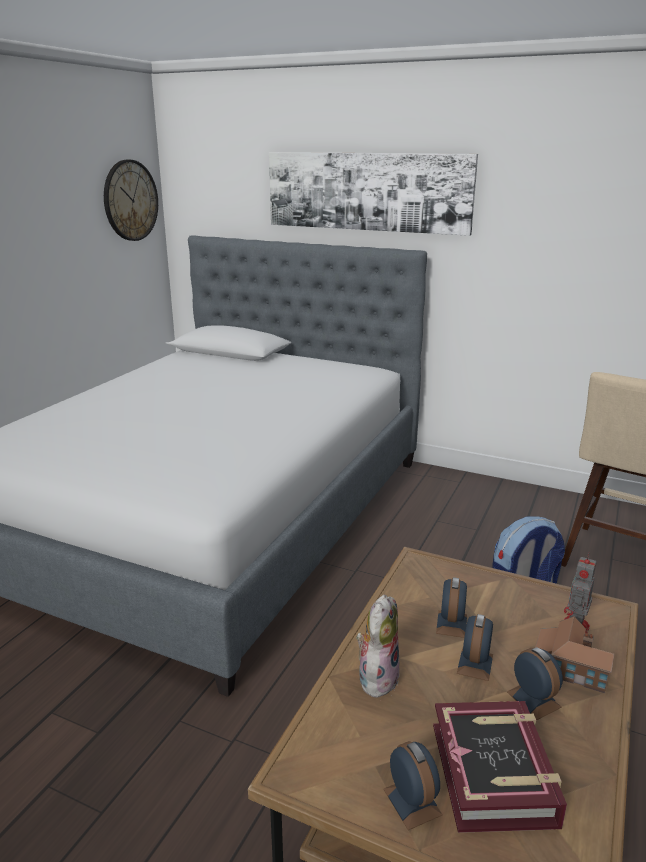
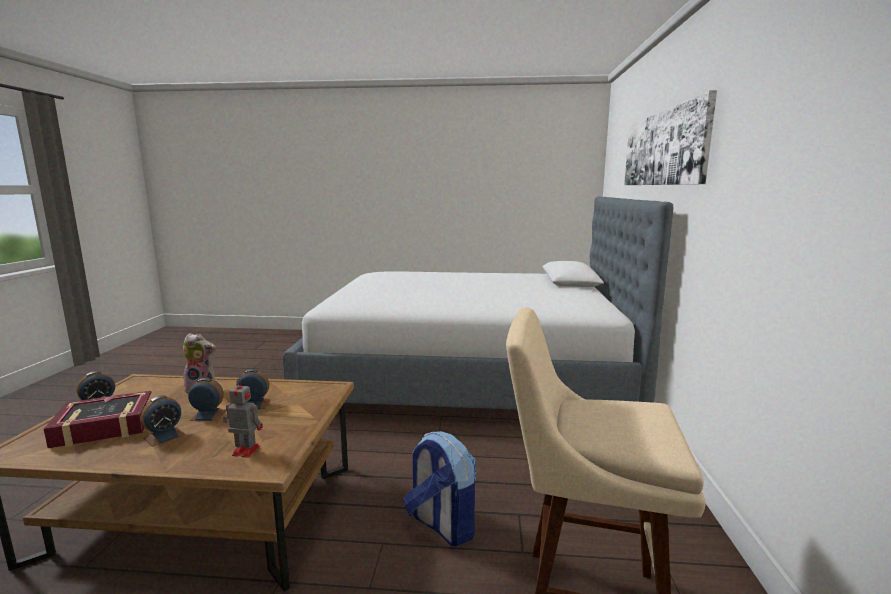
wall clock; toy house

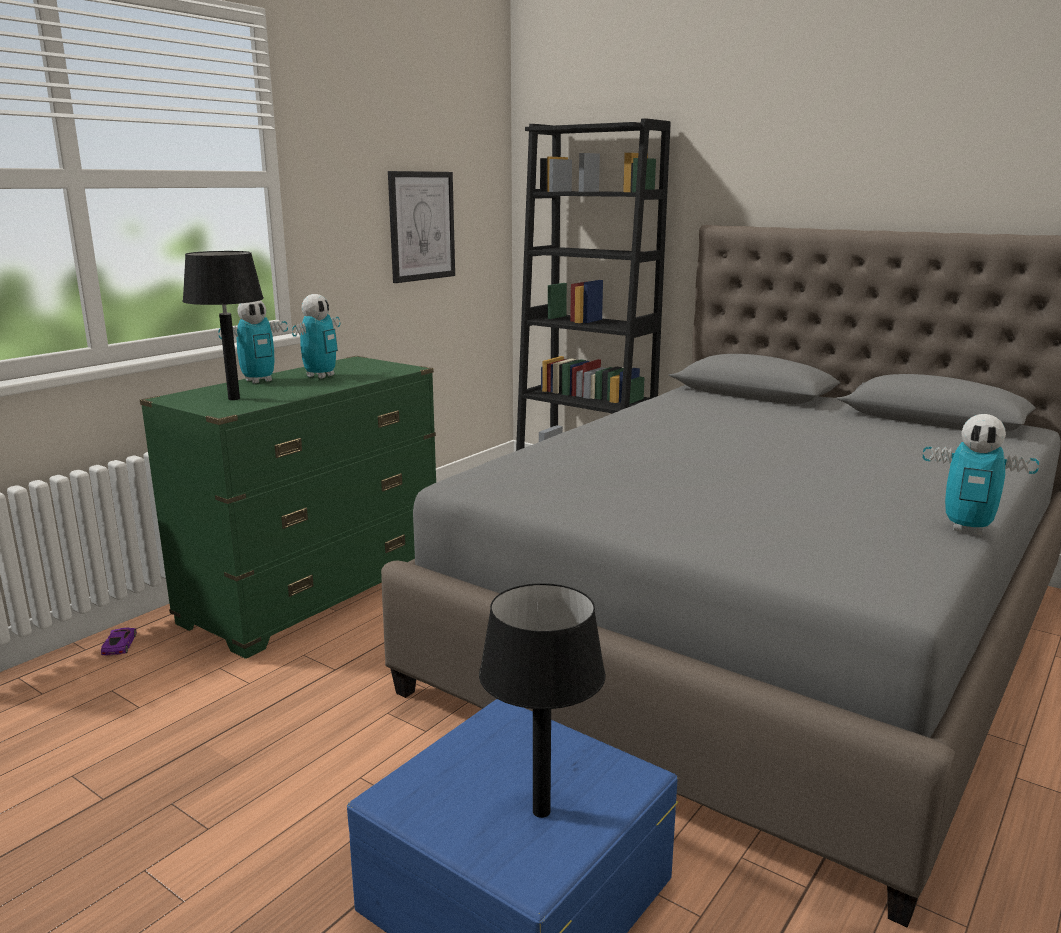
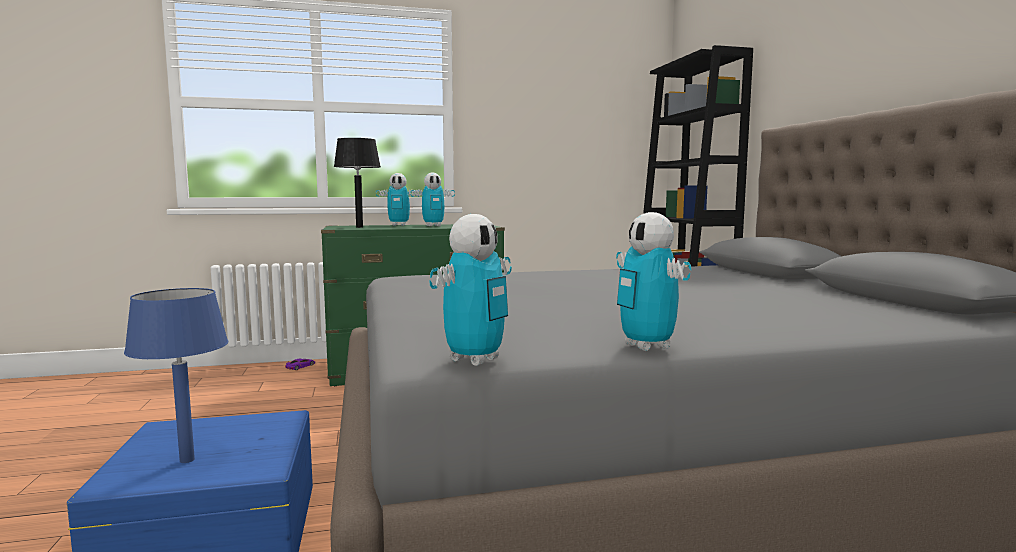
picture; toy robot (3rd from left); blue table lamp

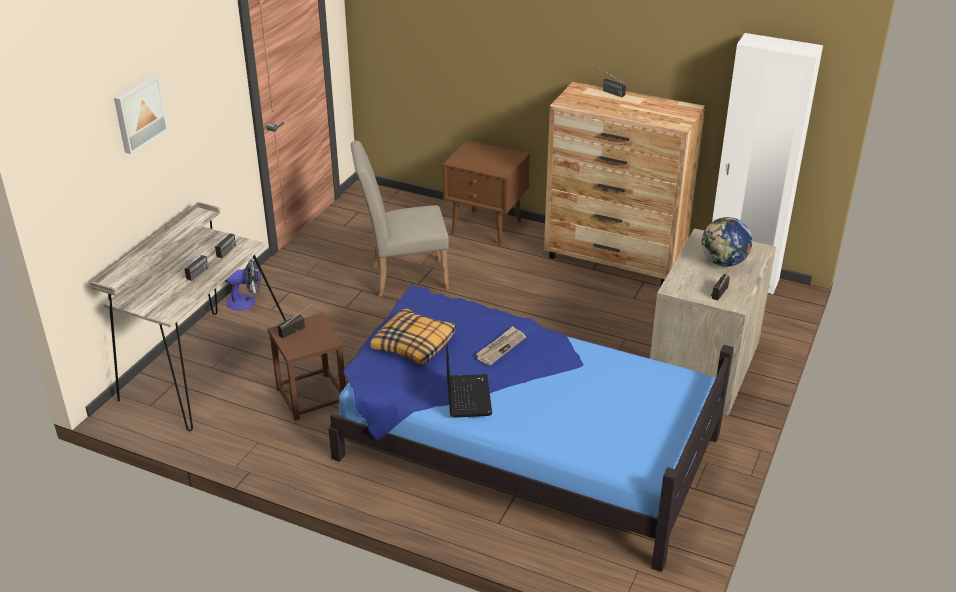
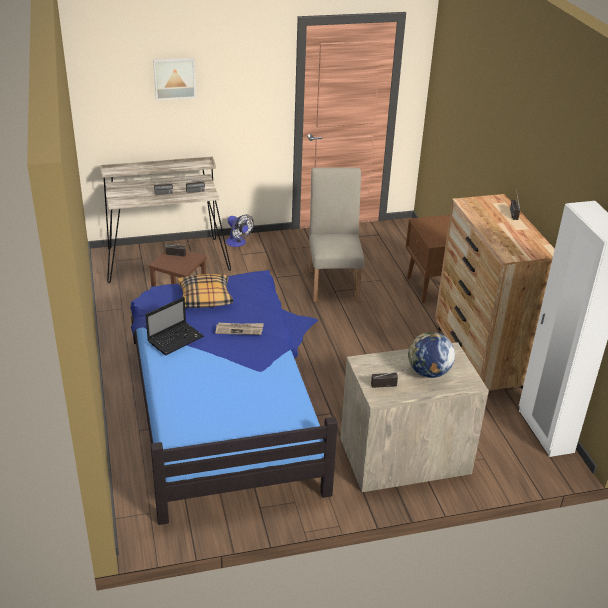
beige chair

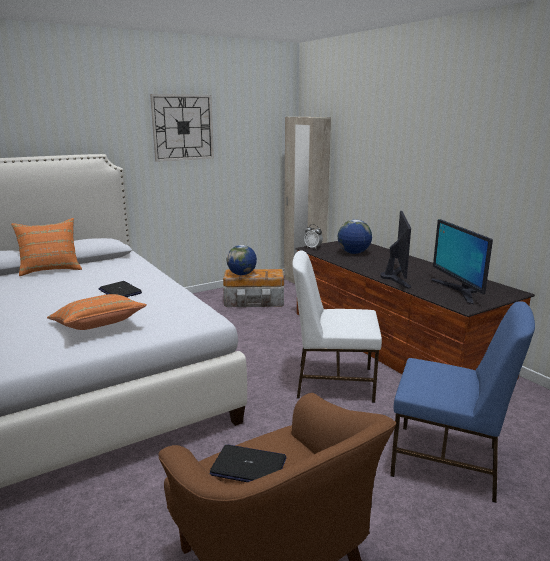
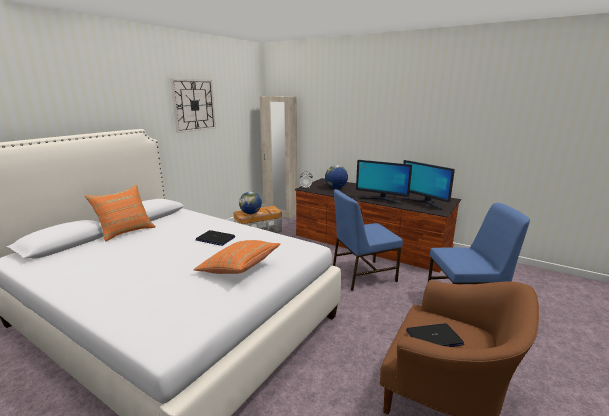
blue chair (1st from left); monitor (1st from left)

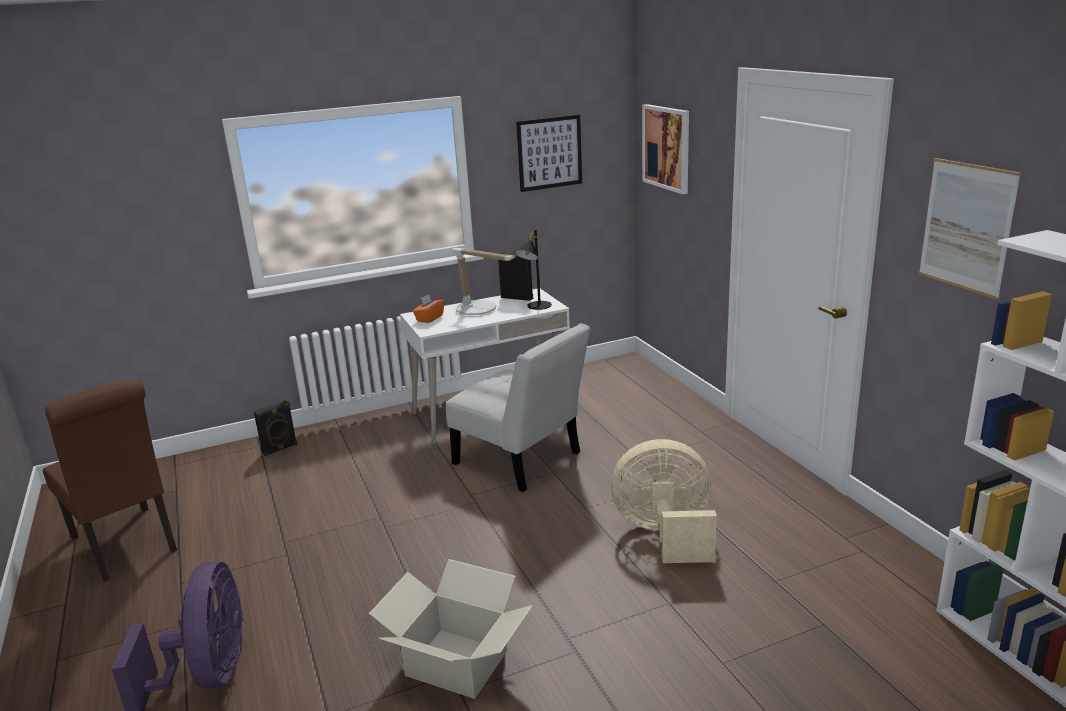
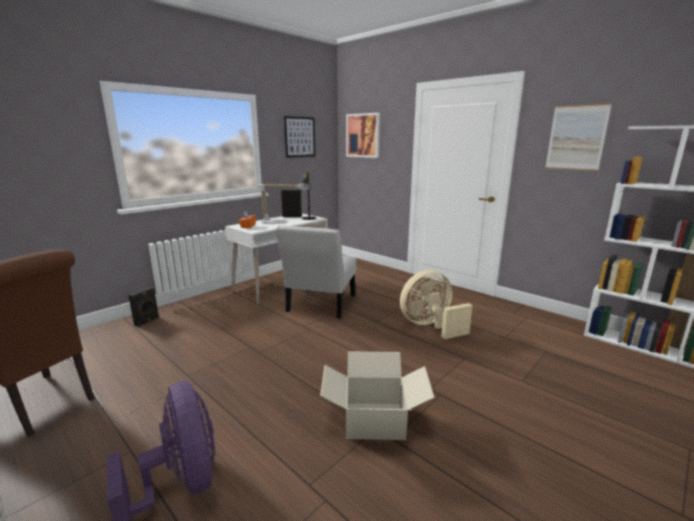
white chair

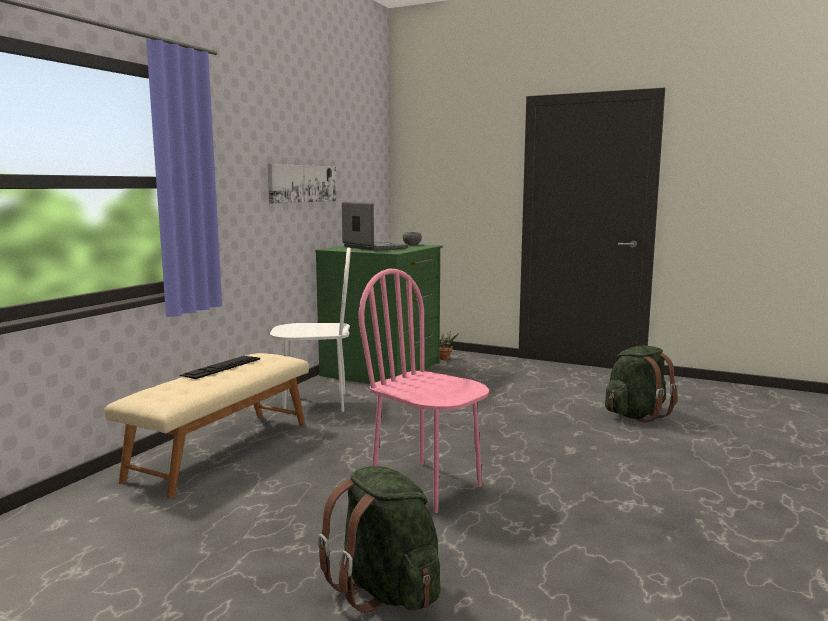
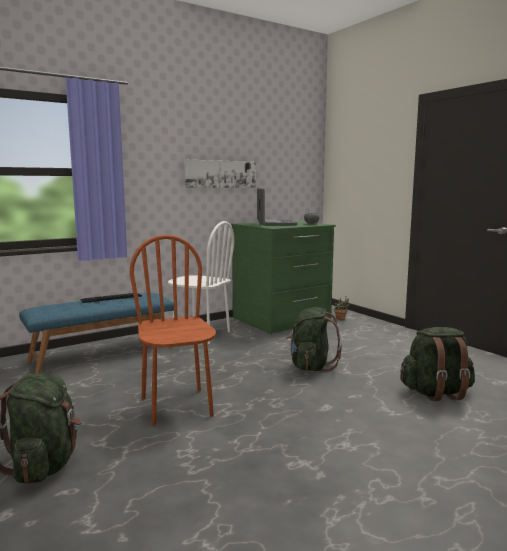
green backpack (2nd from left); blue bench; brown chair

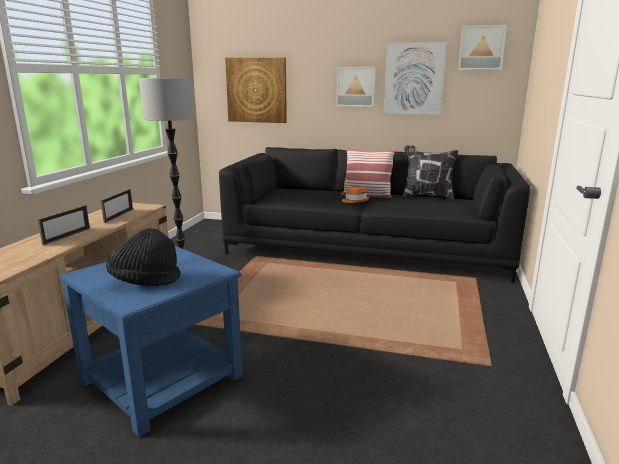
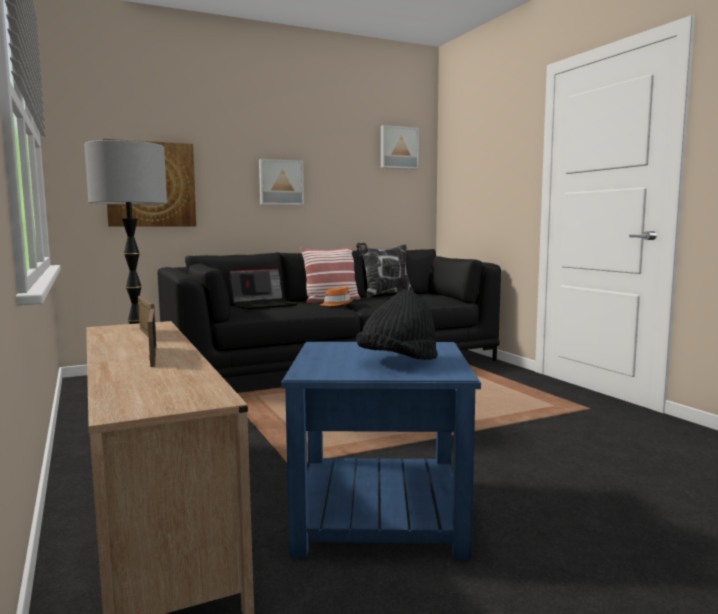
picture (3rd from left in the first image); laptop

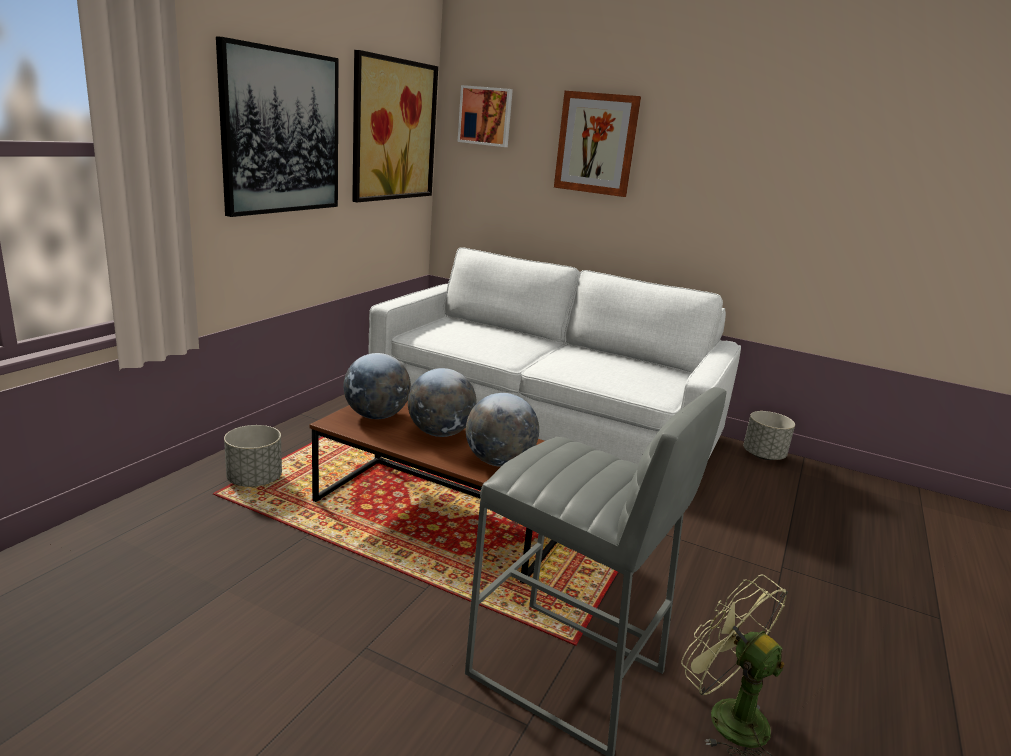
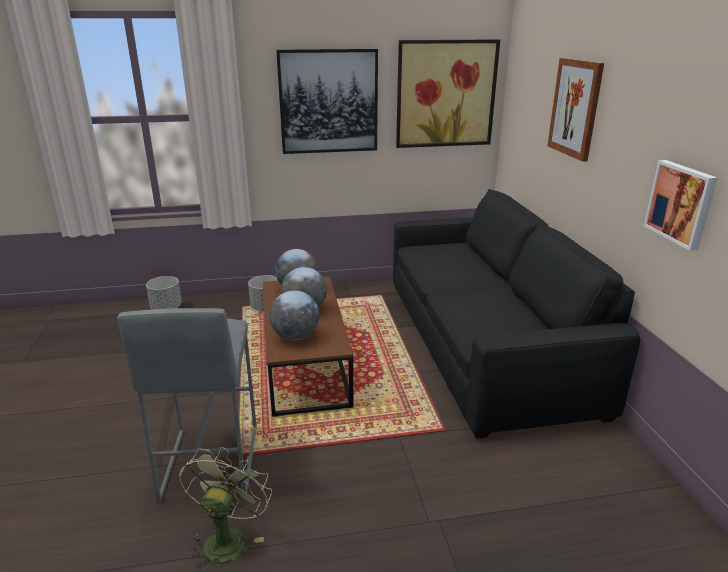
picture (4th from left); grey planter (1st from left); black sofa

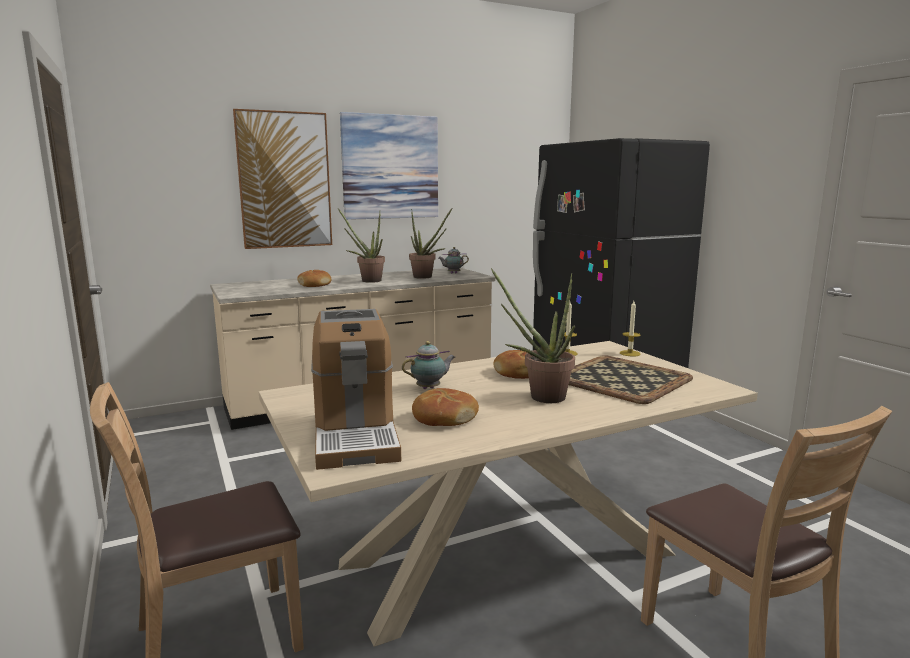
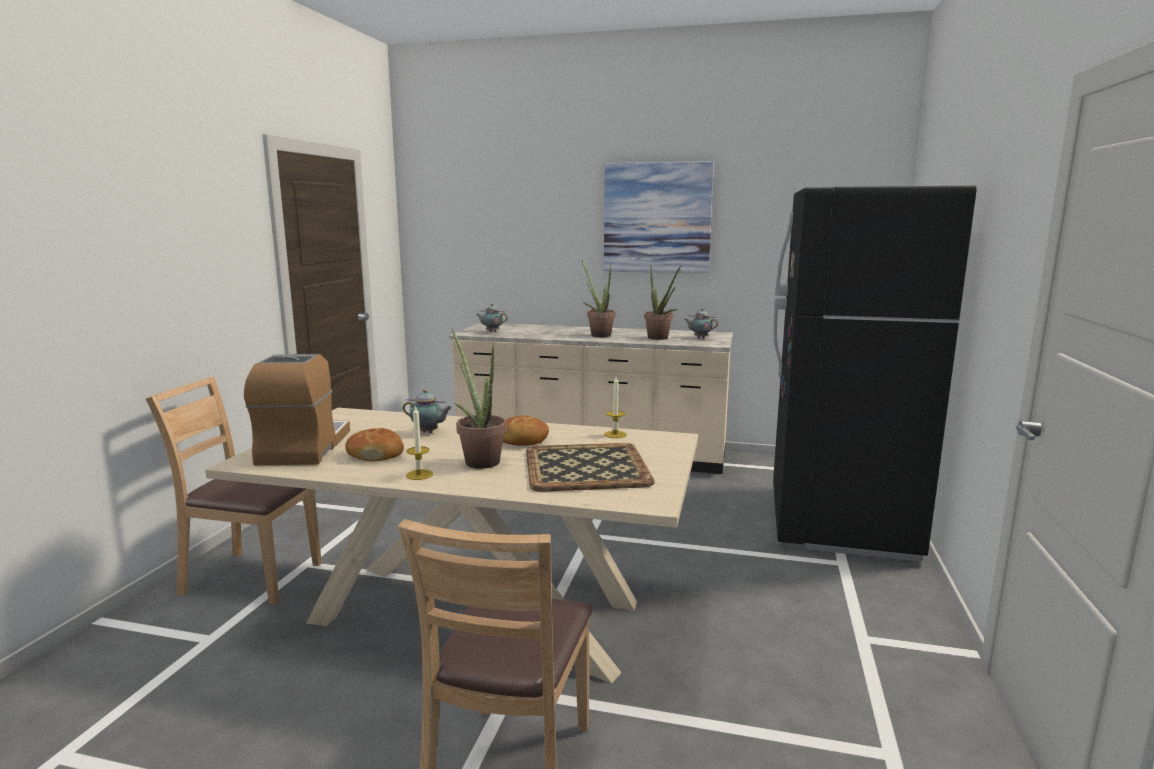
picture (1st from left in the first image); bread (1st from left in the first image); teapot (2nd from left); candle (1st from left); coffee machine

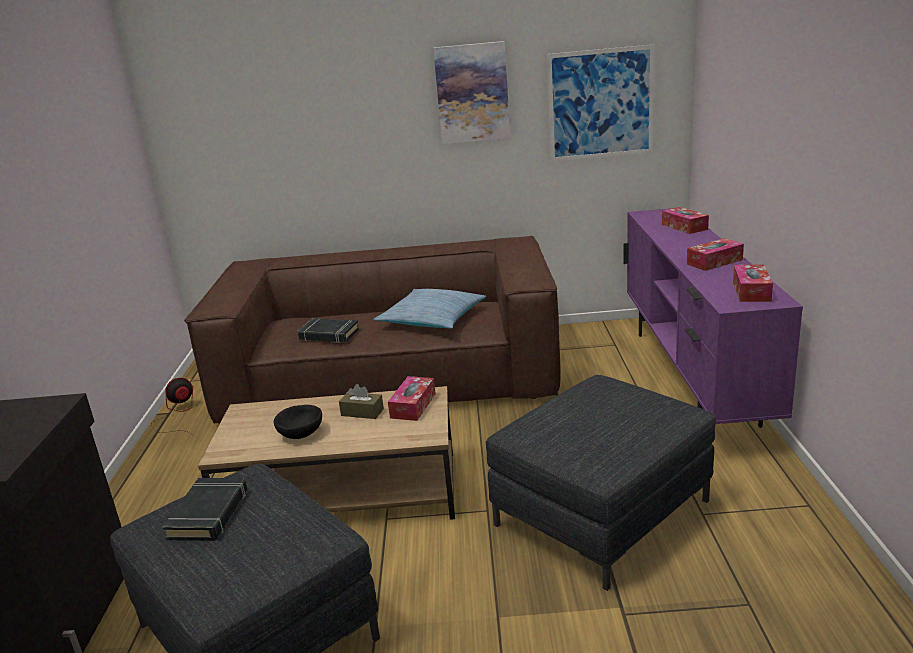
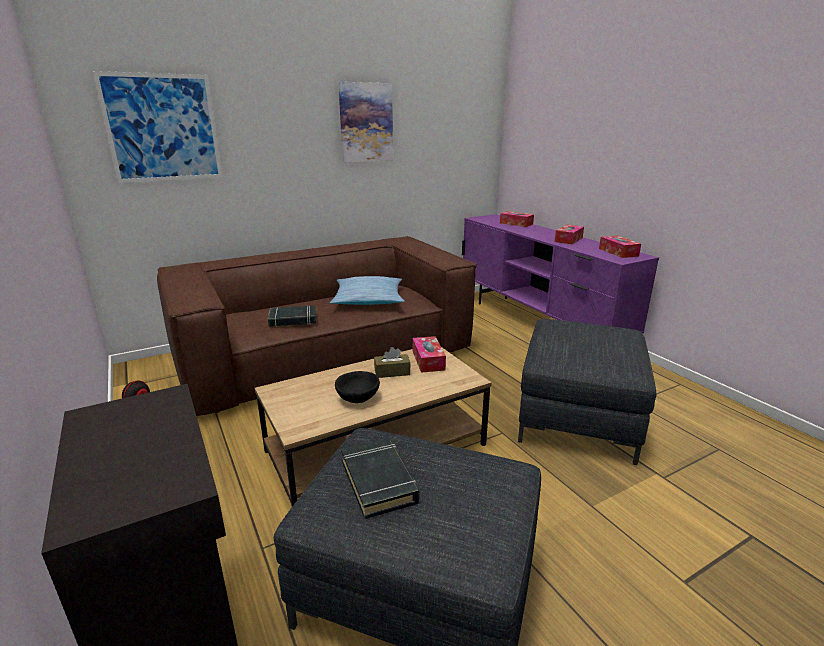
picture (1st from left)

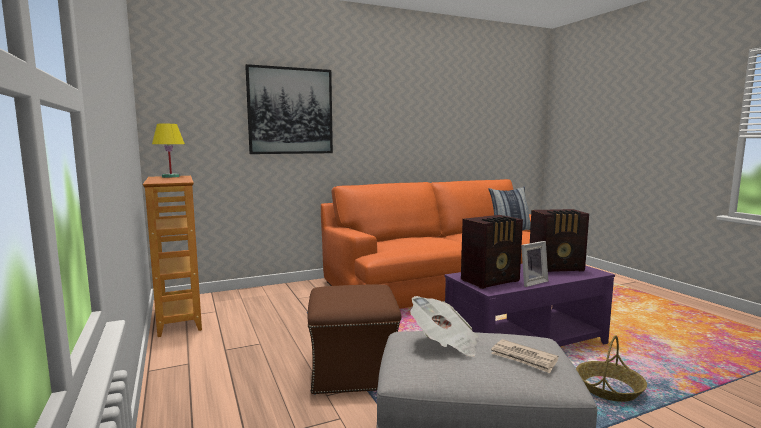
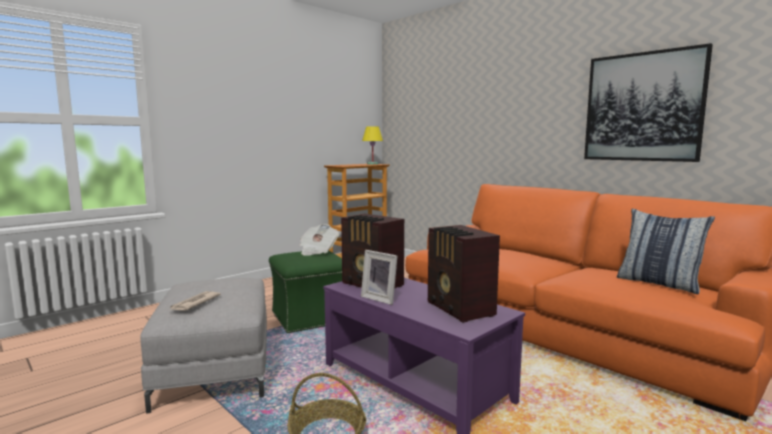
picture; newspaper (2nd from left); green ottoman

